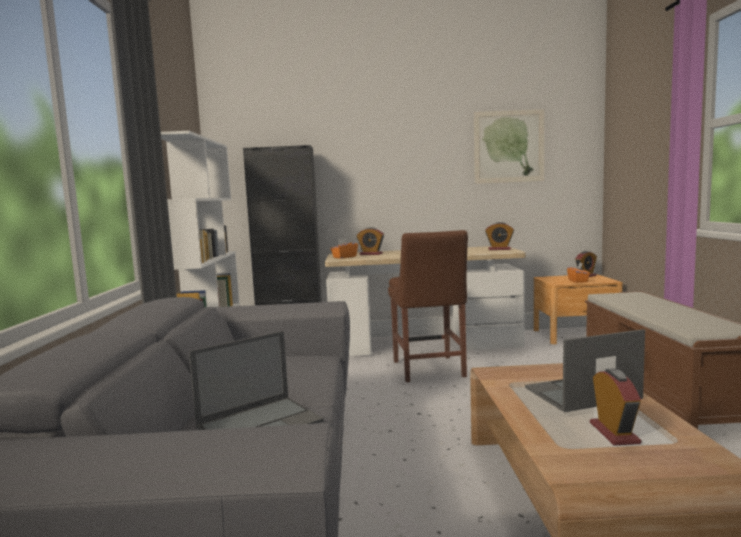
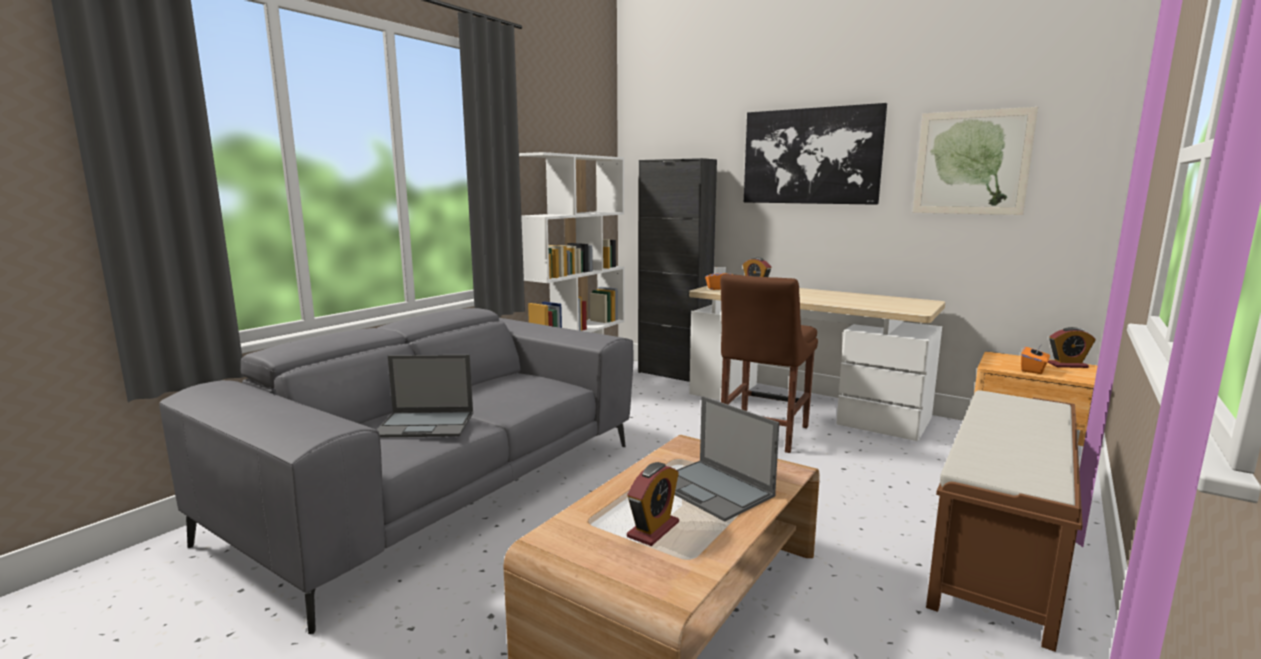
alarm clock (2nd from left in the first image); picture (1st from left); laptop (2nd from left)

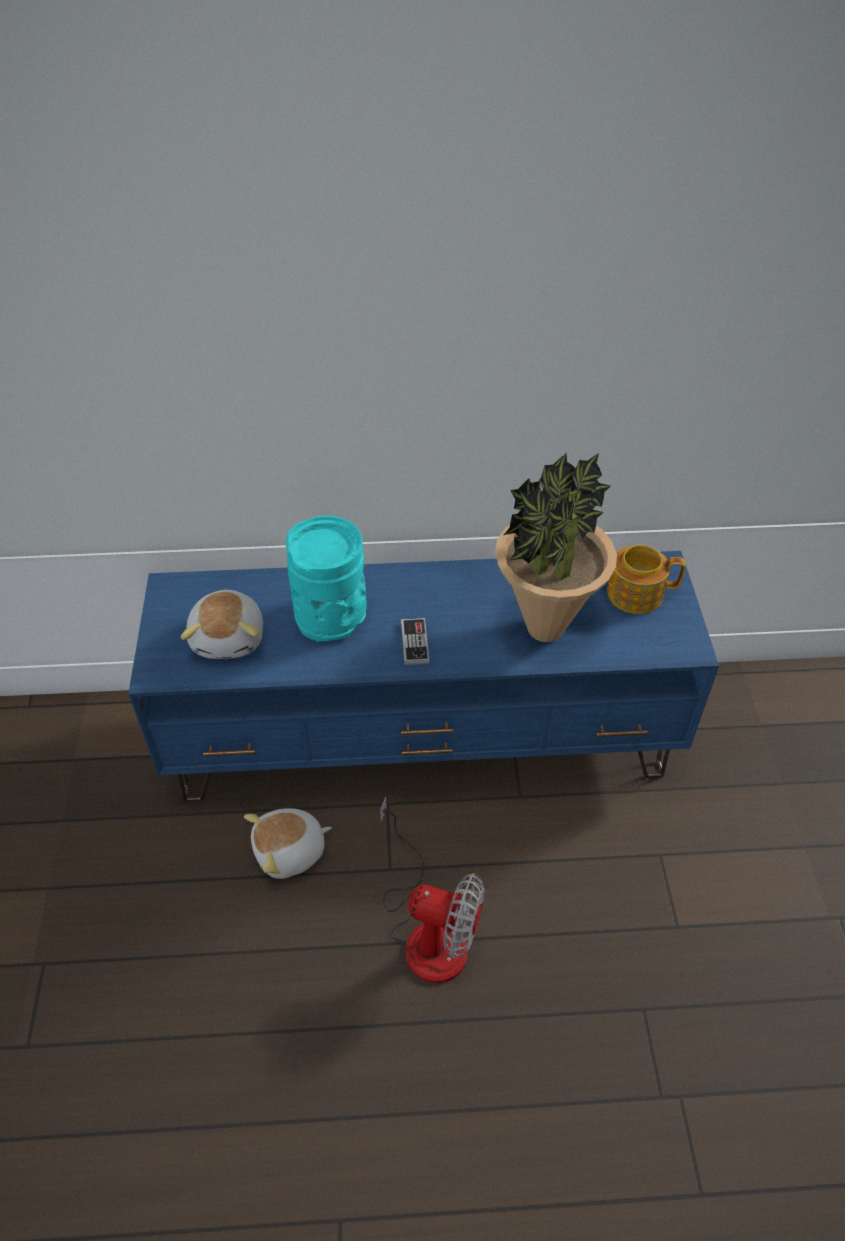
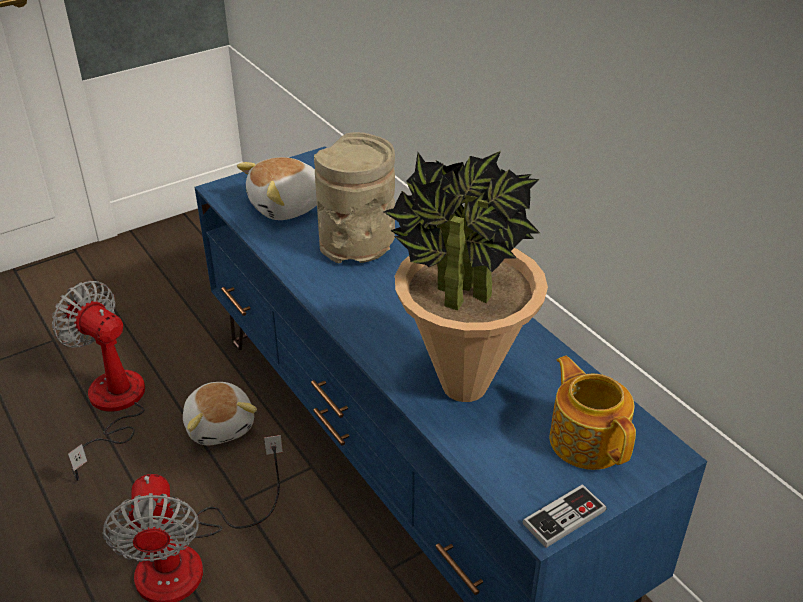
fan (1st from left); game controller; beige vase; plush toy (1st from left)

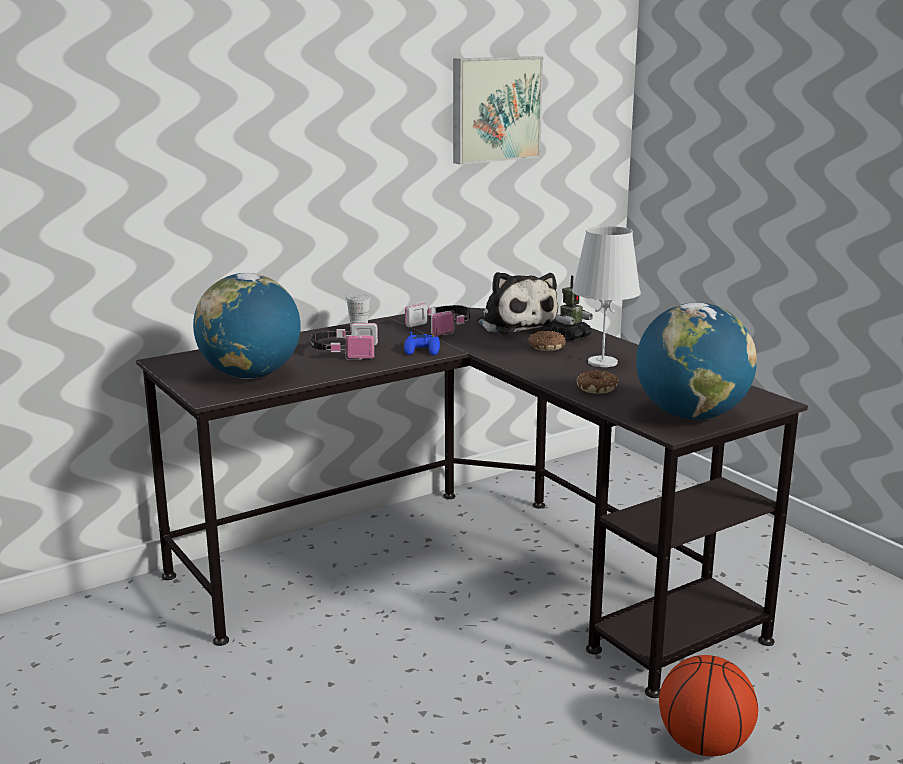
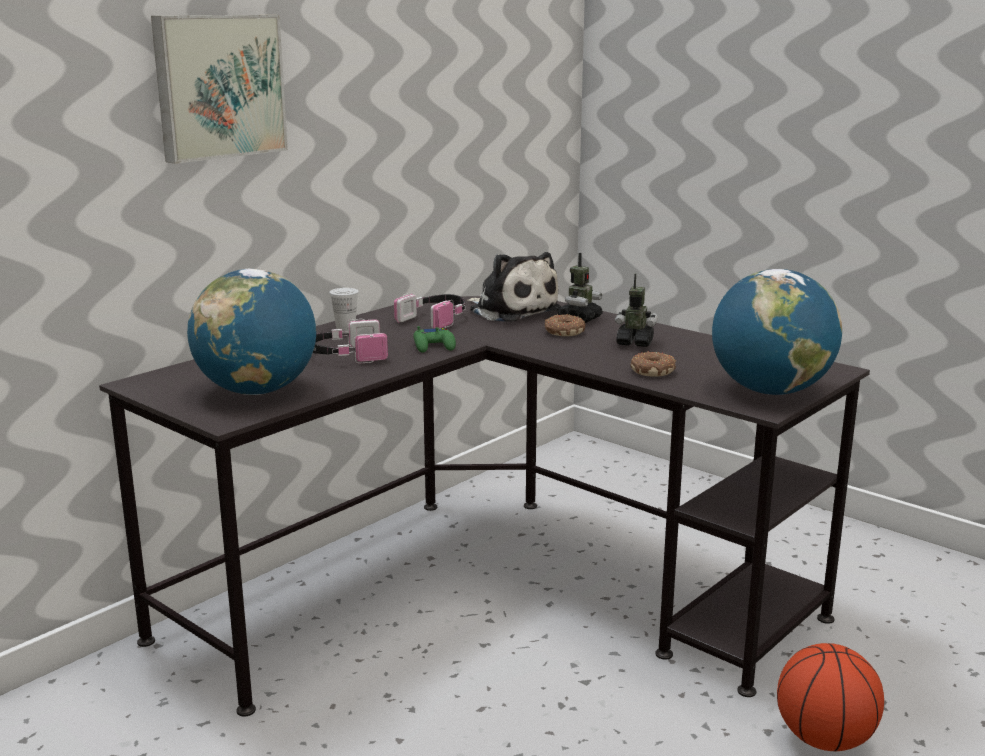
picture; toy robot (2nd from left); green game controller

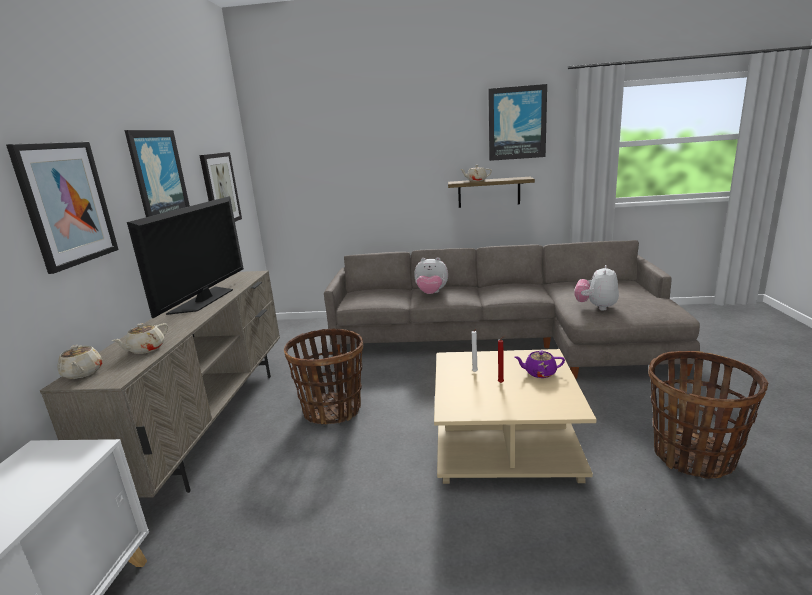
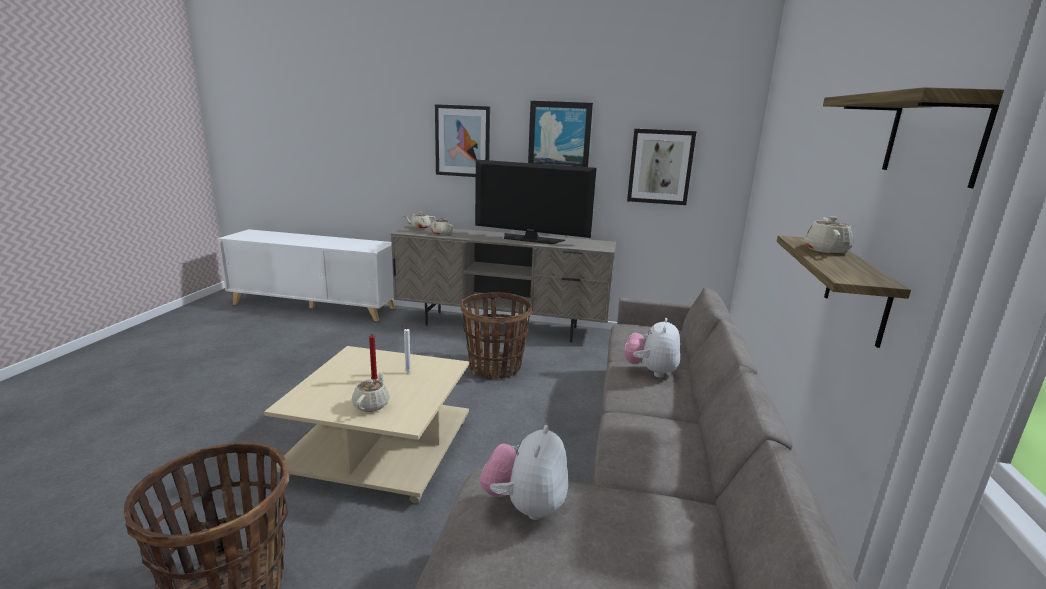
shelf (2nd from left); beige teapot (1st from left); plush toy (1st from left)

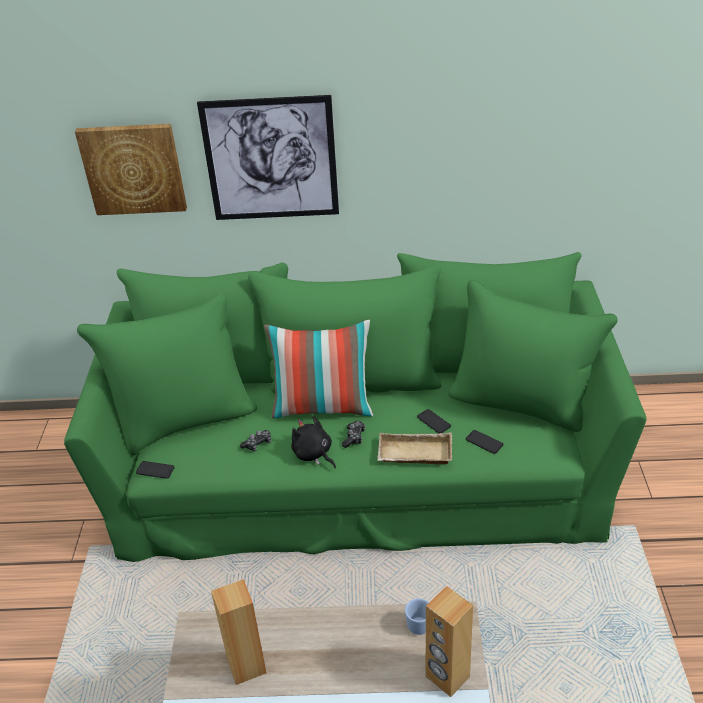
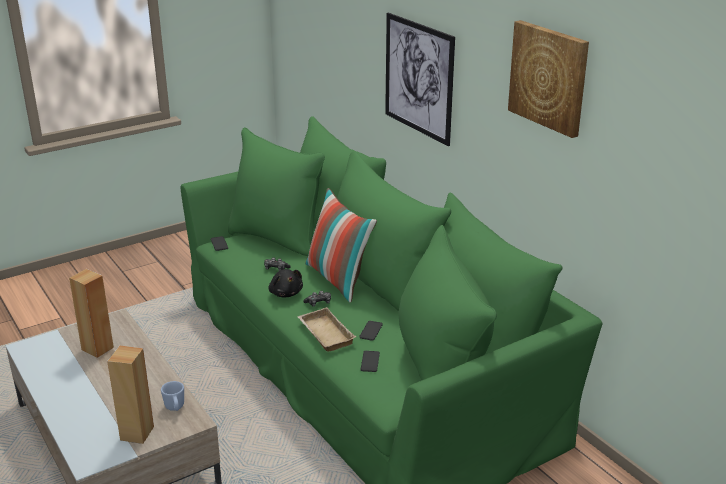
picture (2nd from left); black plush toy

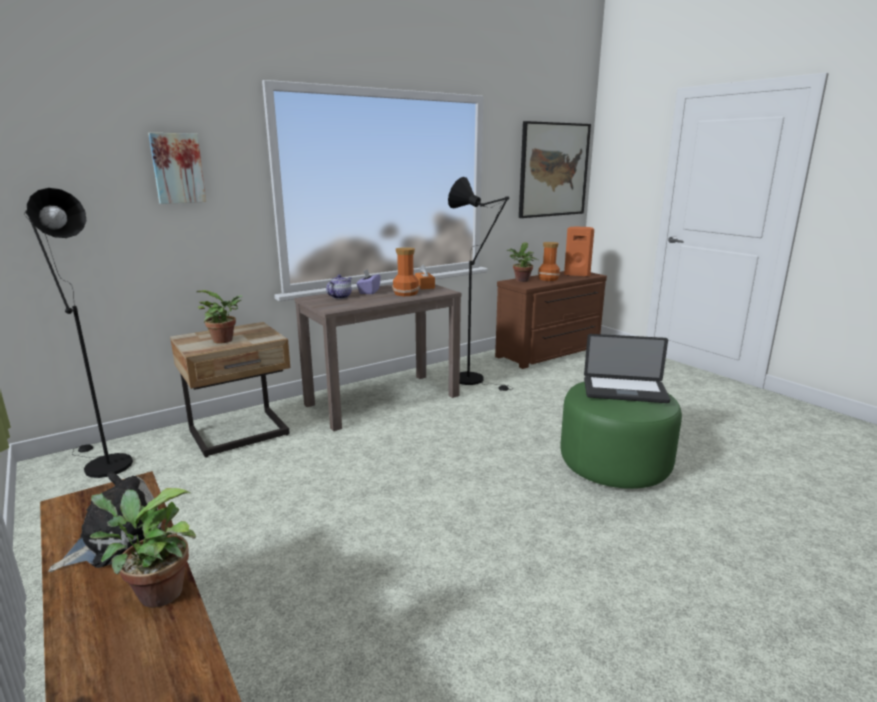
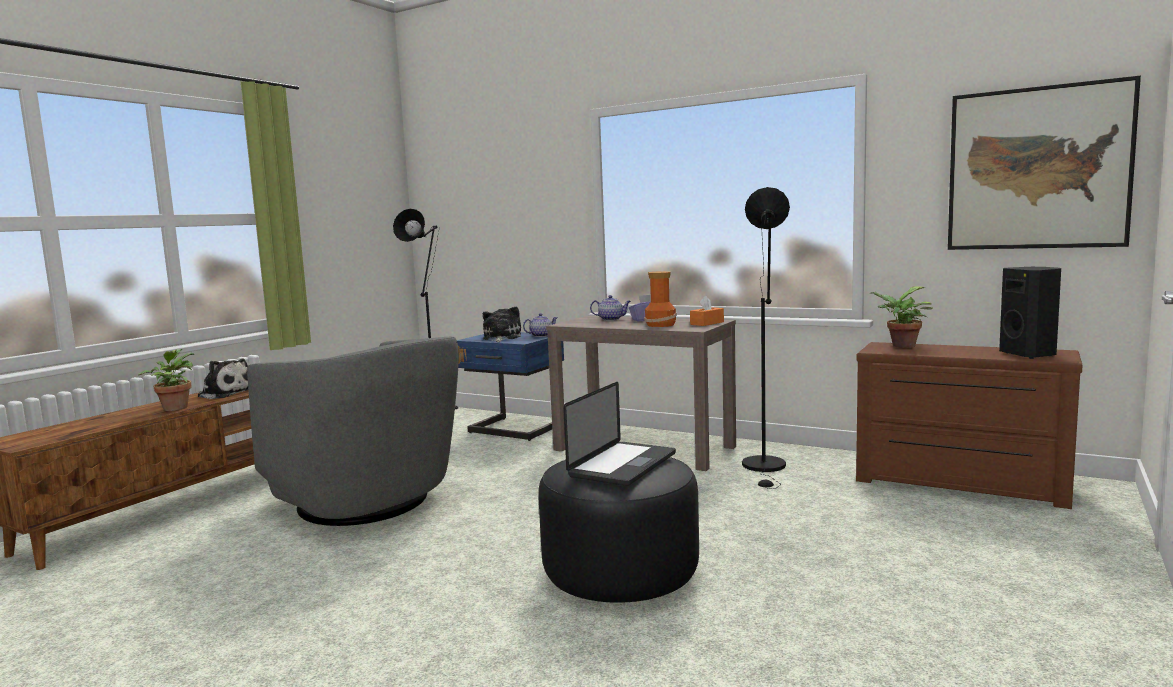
picture (1st from left in the first image); vase (2nd from left in the first image); grey armchair; teapot (1st from left); plush toy (2nd from left); blue nightstand; black ottoman; black speaker; laptop

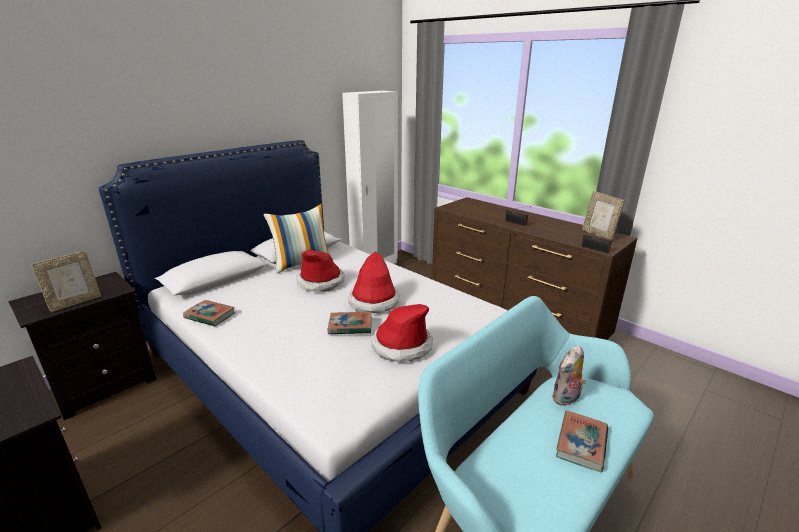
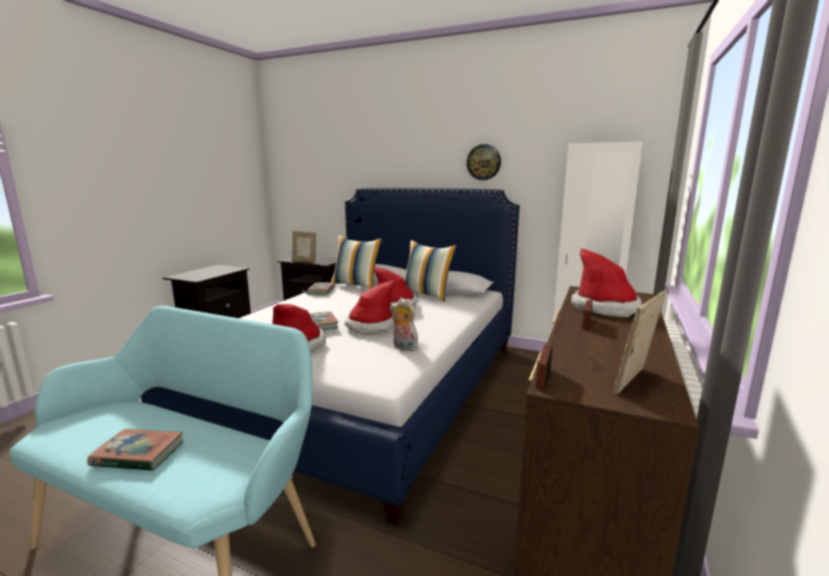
pillow (1st from left); wall clock; hat (4th from left); plush toy

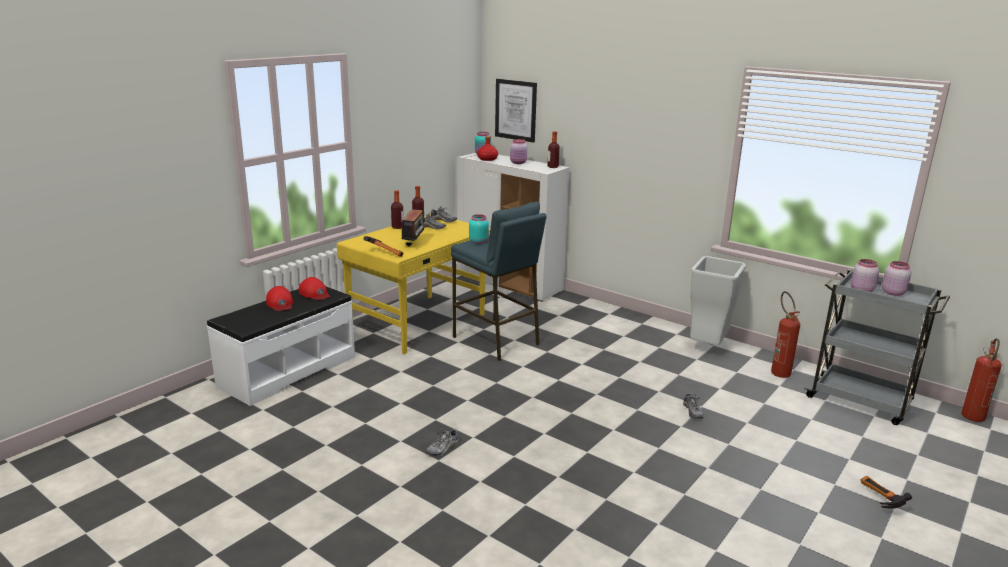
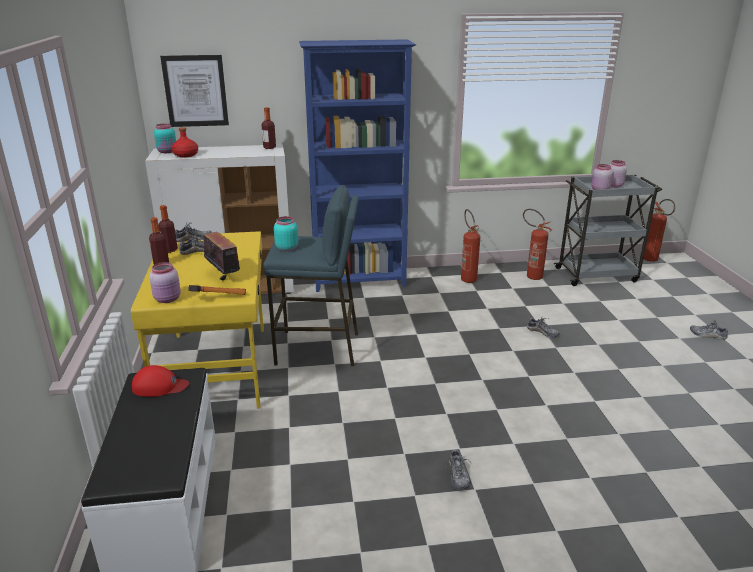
red cap (1st from left in the first image); blue bookcase; pink jar (1st from left); fire extinguisher (1st from left); shoe (5th from left)

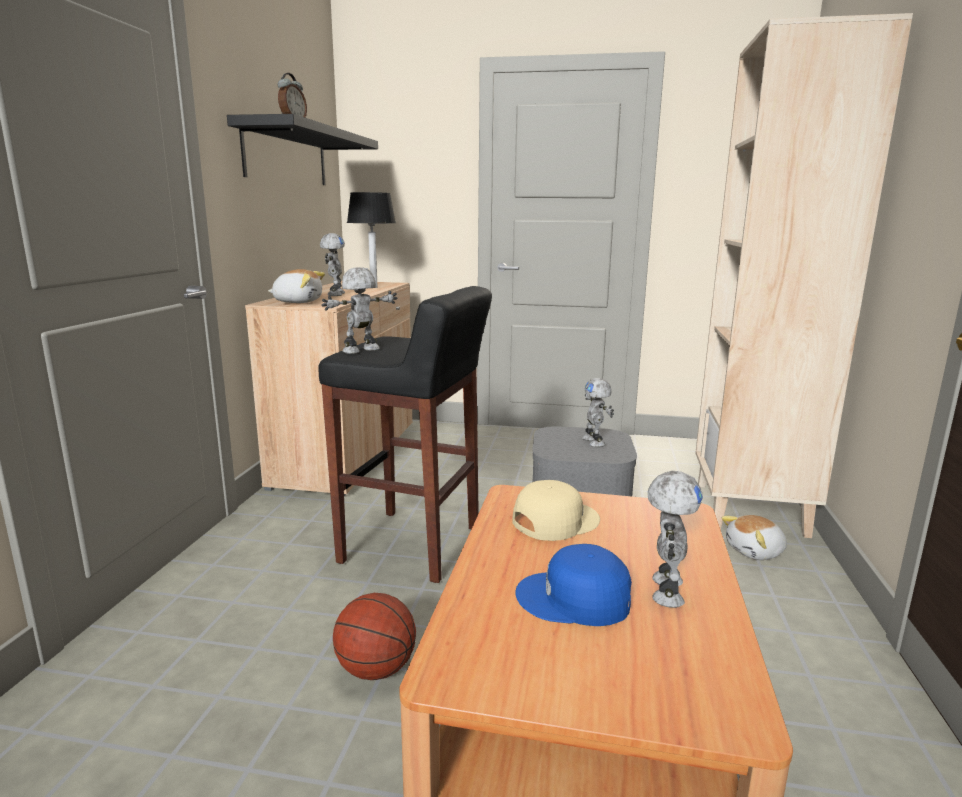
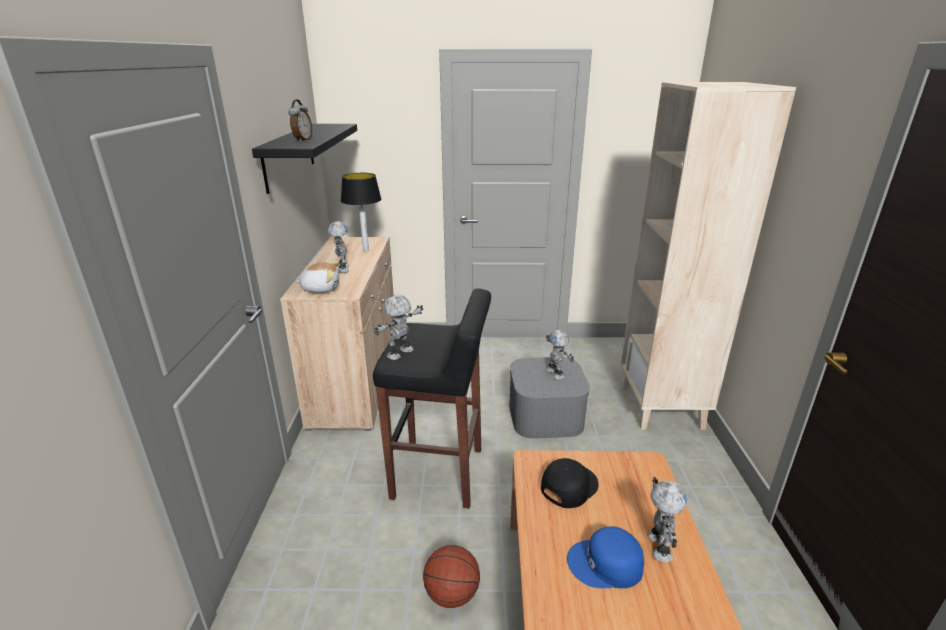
plush toy (2nd from left in the first image); black cap

